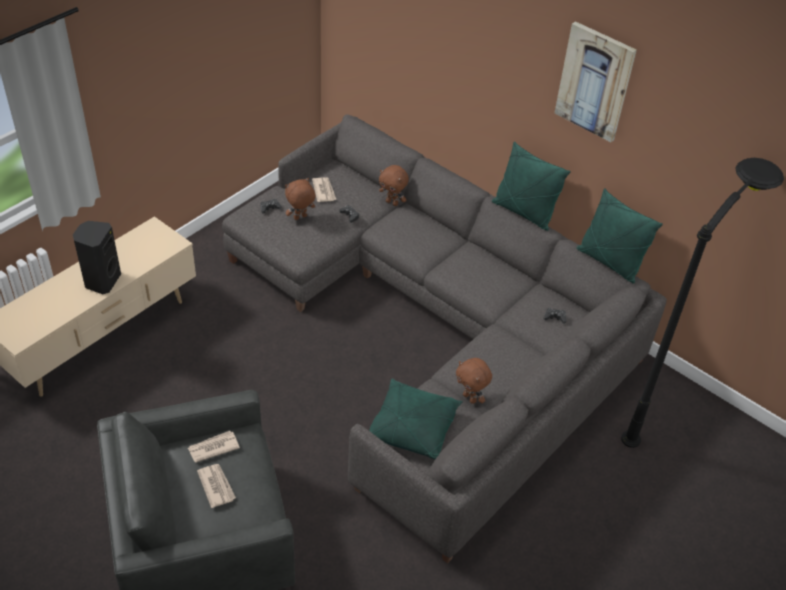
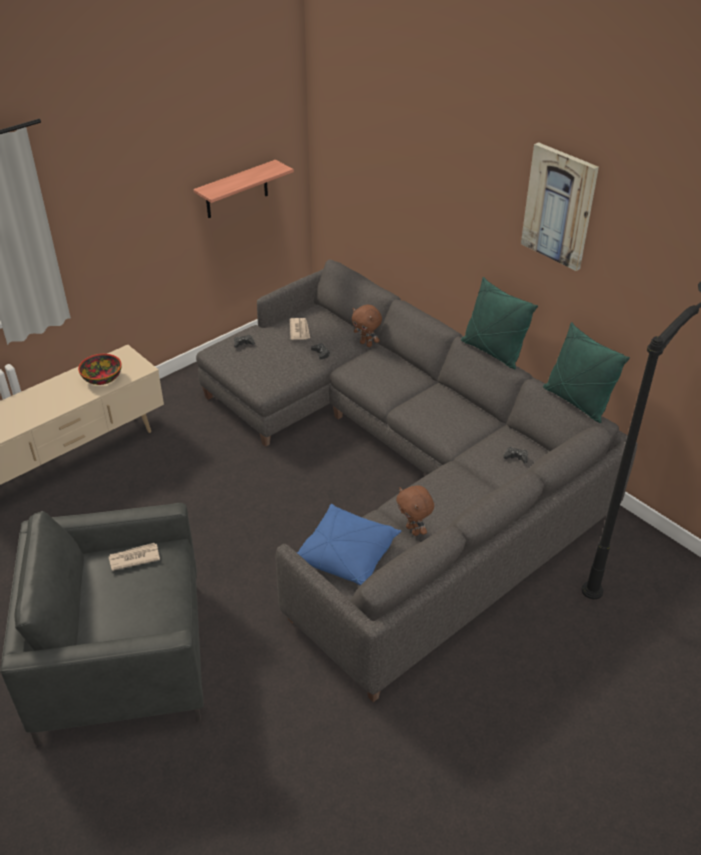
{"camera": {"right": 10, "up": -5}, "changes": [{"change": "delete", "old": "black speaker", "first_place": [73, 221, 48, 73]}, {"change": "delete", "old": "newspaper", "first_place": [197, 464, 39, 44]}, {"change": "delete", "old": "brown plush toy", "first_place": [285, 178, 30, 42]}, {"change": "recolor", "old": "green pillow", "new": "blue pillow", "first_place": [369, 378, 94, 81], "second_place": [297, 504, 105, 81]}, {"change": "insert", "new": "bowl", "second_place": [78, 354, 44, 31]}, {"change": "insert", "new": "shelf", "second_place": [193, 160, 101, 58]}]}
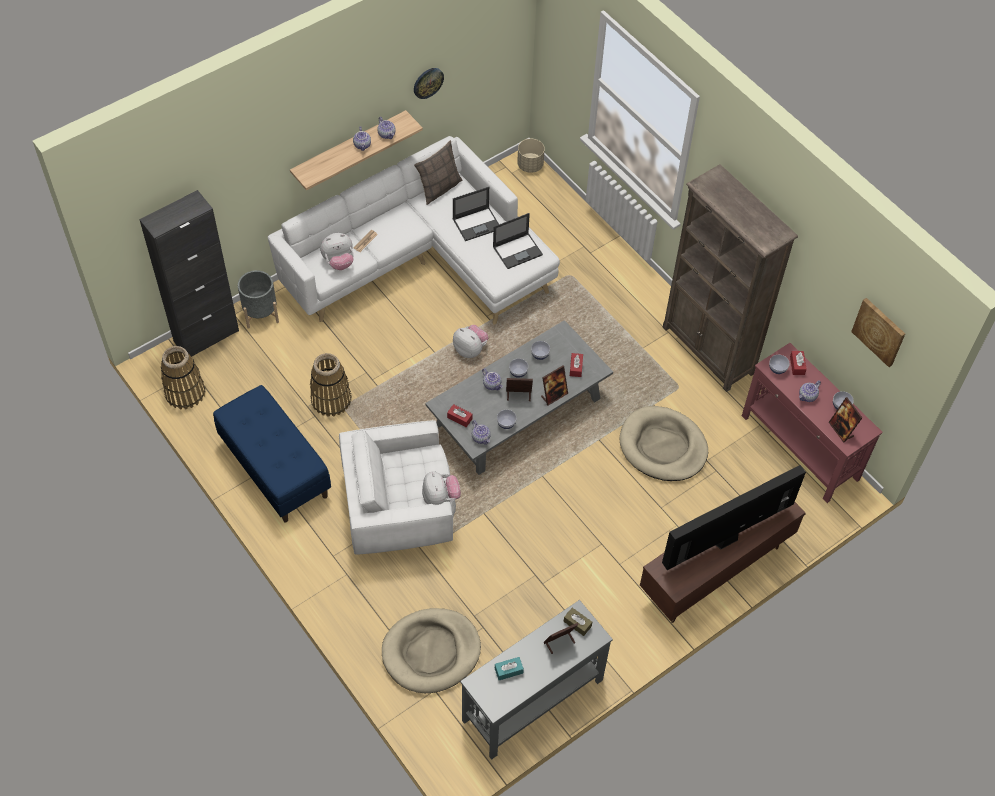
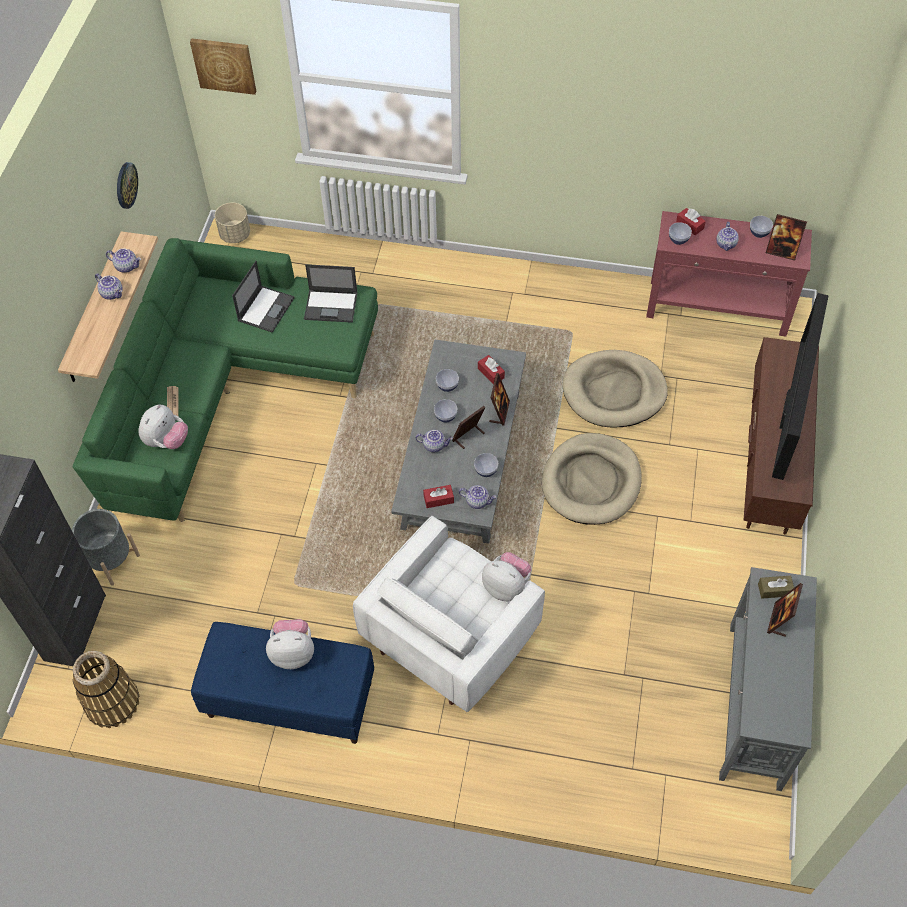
{"camera": {"right": -40, "up": 0}, "changes": [{"change": "recolor", "old": "white sofa", "new": "green sofa", "first_place": [268, 136, 292, 189], "second_place": [73, 238, 305, 284]}, {"change": "delete", "old": "basket", "first_place": [310, 353, 41, 64]}, {"change": "move", "old": "beige dog bed", "first_place": [382, 608, 99, 85], "second_place": [542, 433, 99, 92]}, {"change": "delete", "old": "pillow", "first_place": [414, 140, 49, 65]}, {"change": "move", "old": "plush toy", "first_place": [453, 325, 36, 33], "second_place": [266, 619, 48, 50]}, {"change": "rotate", "old": "laptop", "first_place": [493, 213, 50, 56], "second_place": [304, 264, 54, 59], "degrees": 75}, {"change": "delete", "old": "turquoise tissue box", "first_place": [495, 657, 29, 23]}, {"change": "delete", "old": "brown bookcase", "first_place": [663, 164, 135, 228]}, {"change": "move", "old": "picture", "first_place": [851, 298, 54, 69], "second_place": [190, 38, 66, 57]}]}
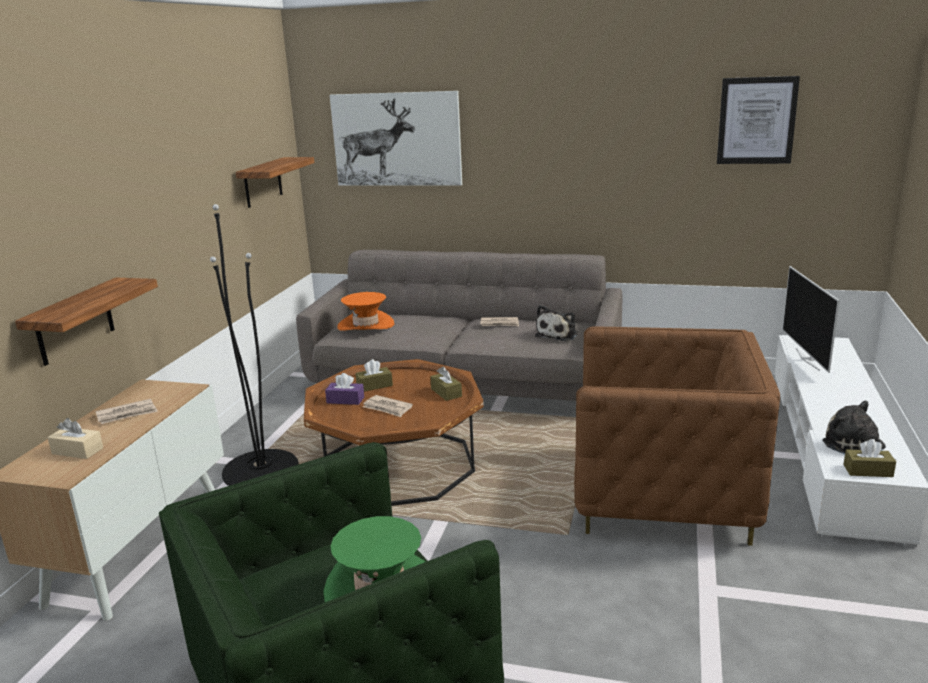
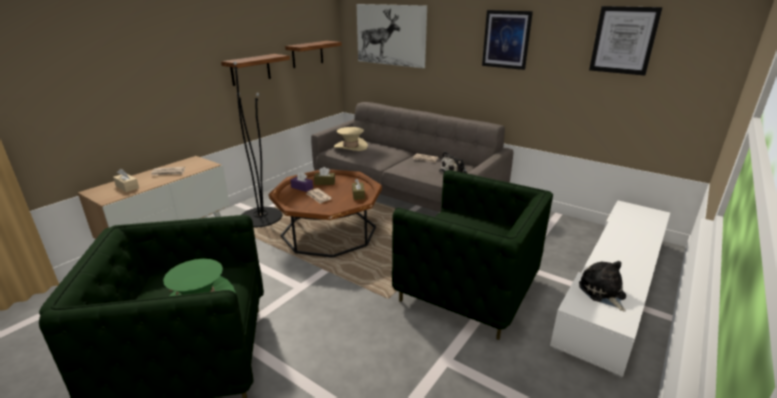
{"camera": {"right": 20, "up": 5}, "changes": [{"change": "move", "old": "shelf", "first_place": [15, 278, 143, 88], "second_place": [221, 54, 69, 32]}, {"change": "recolor", "old": "orange hat", "new": "beige hat", "first_place": [337, 292, 58, 39], "second_place": [334, 127, 34, 24]}, {"change": "recolor", "old": "brown armchair", "new": "green armchair", "first_place": [574, 326, 206, 220], "second_place": [392, 170, 161, 170]}, {"change": "delete", "old": "television", "first_place": [782, 266, 58, 107]}, {"change": "delete", "old": "brown tissue box", "first_place": [844, 439, 52, 38]}, {"change": "insert", "new": "picture", "second_place": [482, 10, 51, 60]}]}
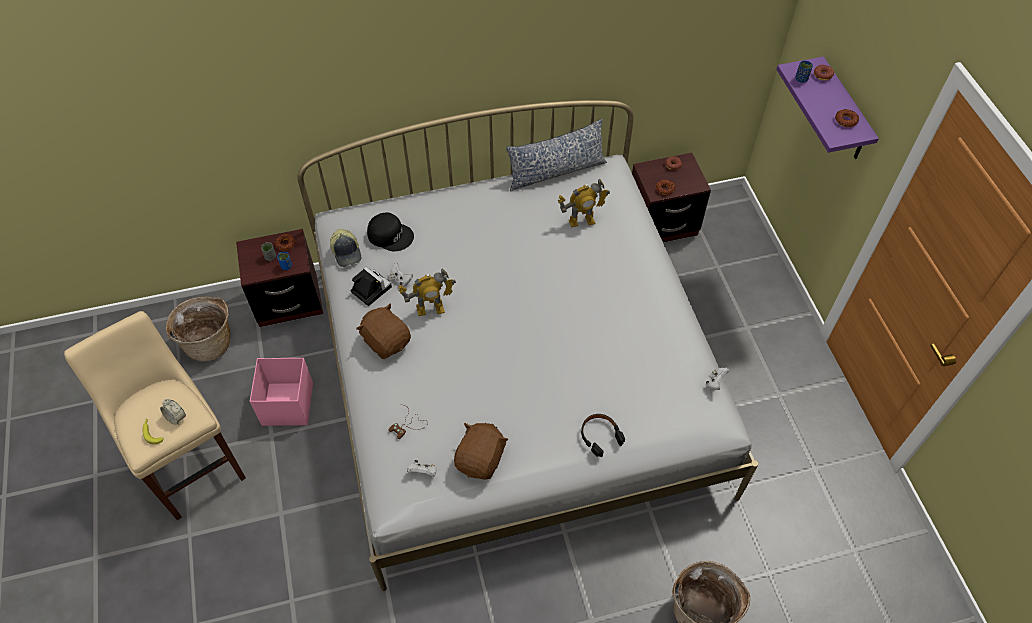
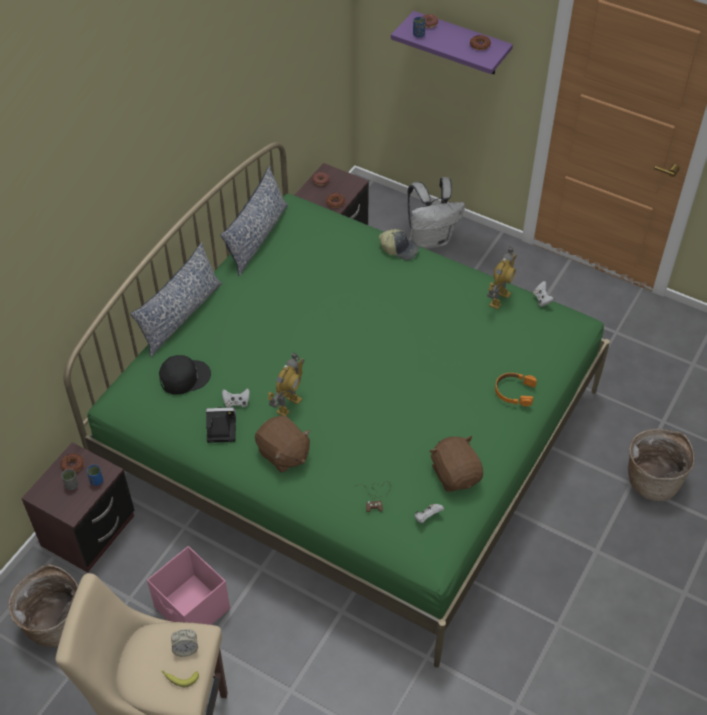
{"camera": {"right": -45, "up": -5}, "changes": [{"change": "recolor", "old": "white bed", "new": "green bed", "first_place": [298, 100, 460, 491], "second_place": [64, 142, 546, 526]}, {"change": "move", "old": "cap", "first_place": [330, 229, 31, 38], "second_place": [379, 229, 40, 31]}, {"change": "rotate", "old": "brown plush toy", "first_place": [356, 303, 55, 56], "second_place": [255, 415, 56, 58], "degrees": -135}, {"change": "move", "old": "toy robot", "first_place": [558, 179, 52, 48], "second_place": [487, 247, 30, 62]}, {"change": "recolor", "old": "black headphones", "new": "orange headphones", "first_place": [581, 414, 44, 43], "second_place": [495, 373, 42, 33]}, {"change": "insert", "new": "pillow", "second_place": [131, 242, 91, 115]}, {"change": "insert", "new": "white backpack", "second_place": [407, 177, 58, 72]}]}
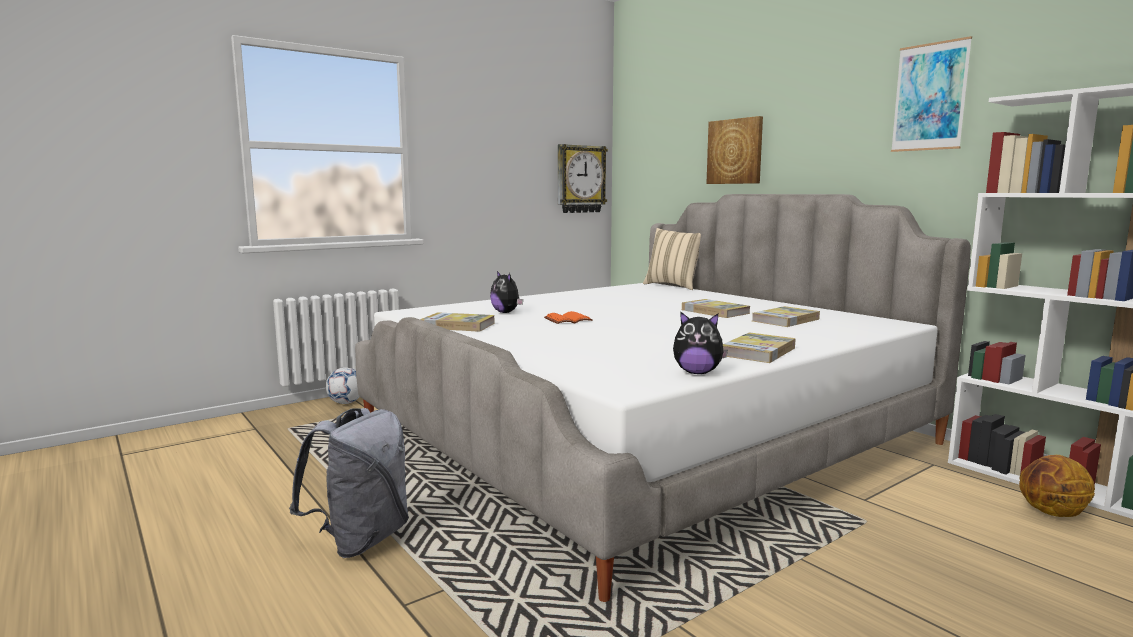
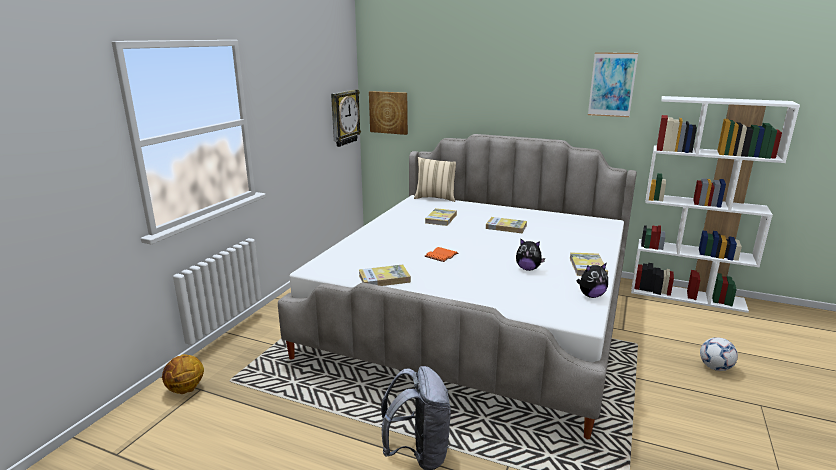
{"camera": {"right": -30, "up": 10}, "changes": [{"change": "move", "old": "football", "first_place": [326, 367, 33, 37], "second_place": [700, 337, 38, 34]}, {"change": "move", "old": "plush toy", "first_place": [490, 271, 33, 42], "second_place": [516, 238, 29, 33]}, {"change": "move", "old": "picture", "first_place": [706, 116, 57, 68], "second_place": [369, 91, 39, 44]}, {"change": "move", "old": "book", "first_place": [752, 306, 68, 21], "second_place": [425, 208, 32, 18]}, {"change": "move", "old": "basketball", "first_place": [1019, 455, 76, 62], "second_place": [162, 354, 42, 40]}]}
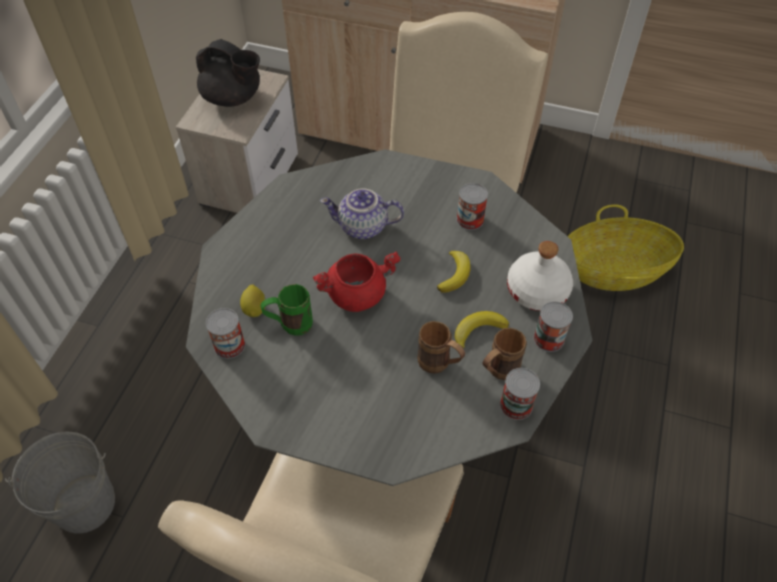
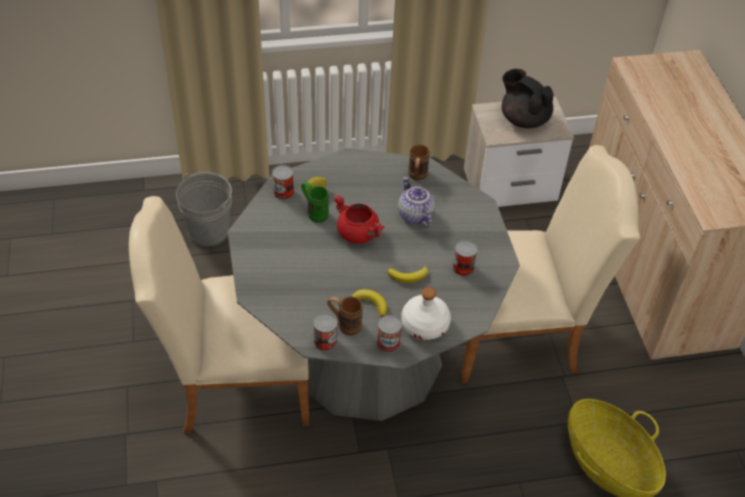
{"camera": {"right": 60, "up": -5}, "changes": [{"change": "rotate", "old": "black teapot", "first_place": [196, 39, 64, 68], "second_place": [502, 69, 52, 59], "degrees": 135}, {"change": "move", "old": "brown mug", "first_place": [418, 321, 47, 53], "second_place": [408, 145, 22, 35]}]}
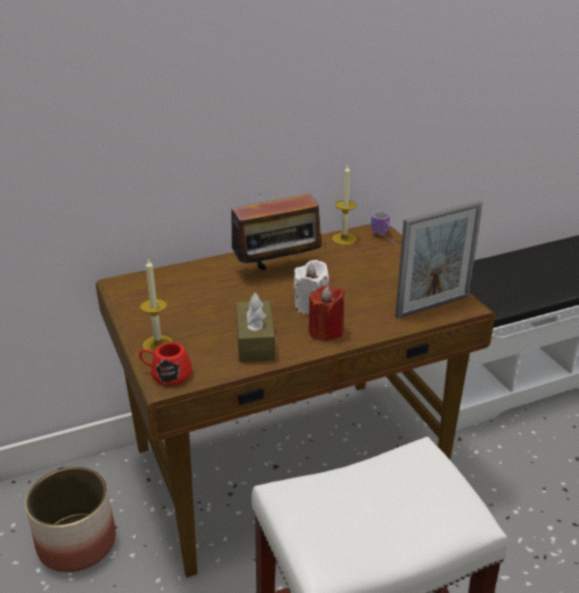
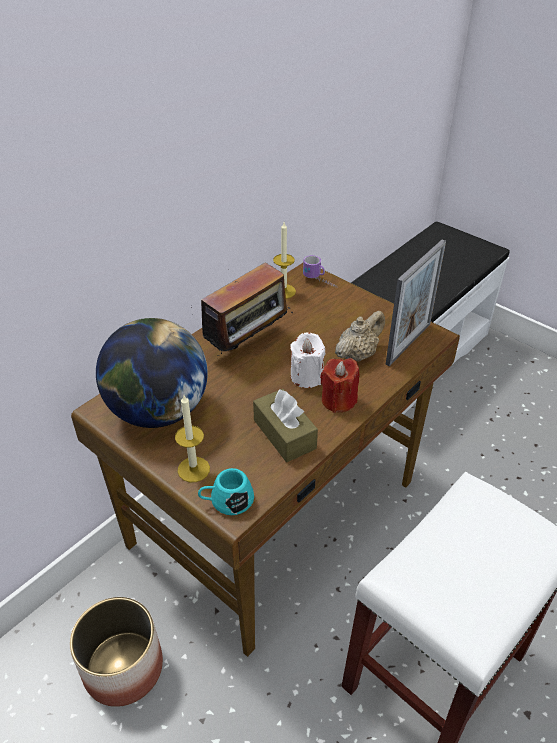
{"camera": {"right": -25, "up": 10}, "changes": [{"change": "recolor", "old": "red mug", "new": "turquoise mug", "first_place": [139, 342, 53, 44], "second_place": [198, 468, 56, 47]}, {"change": "insert", "new": "globe", "second_place": [96, 318, 112, 110]}, {"change": "insert", "new": "beige teapot", "second_place": [335, 311, 50, 51]}]}
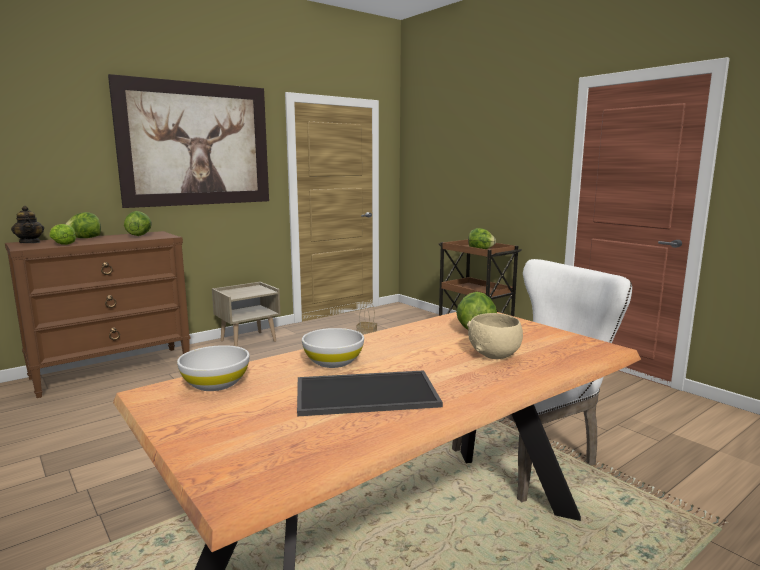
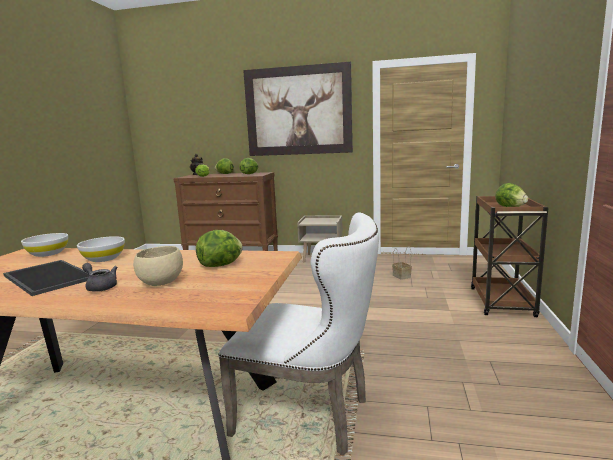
{"camera": {"right": 50, "up": 0}, "changes": [{"change": "insert", "new": "grey teapot", "second_place": [82, 263, 35, 29]}]}
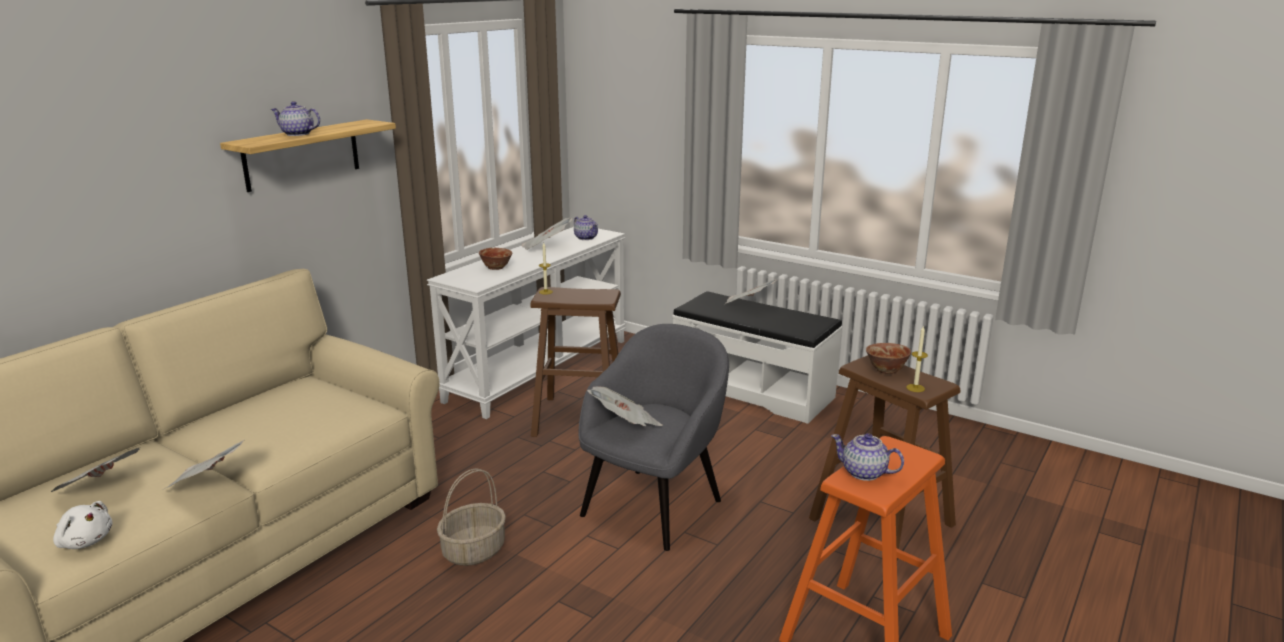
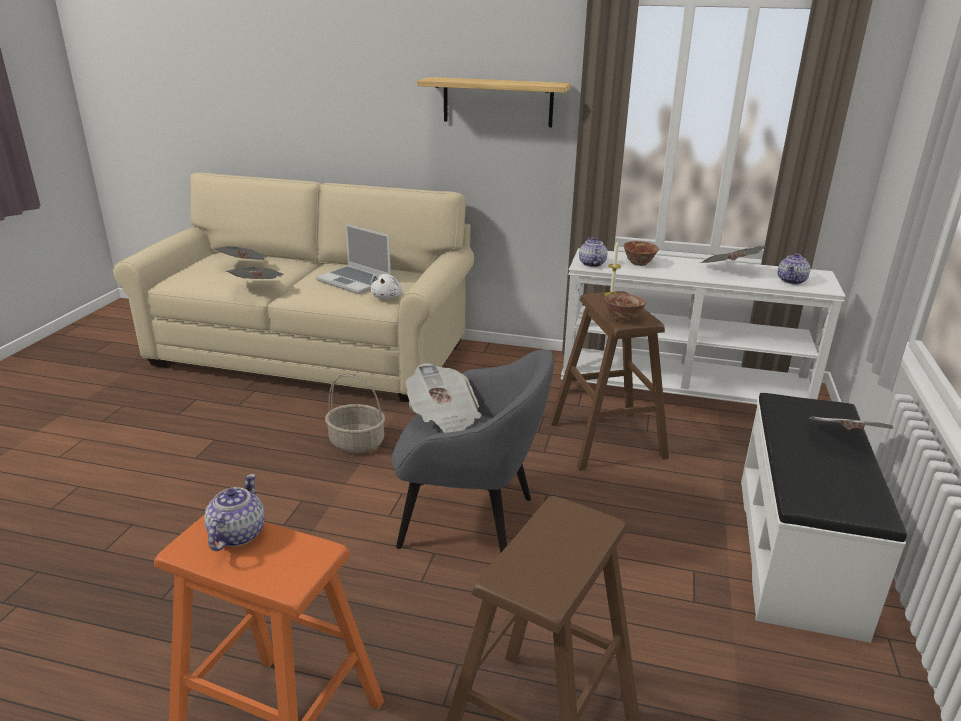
{"camera": {"right": 70, "up": 5}, "changes": [{"change": "move", "old": "white plush toy", "first_place": [53, 501, 59, 48], "second_place": [371, 274, 32, 25]}, {"change": "move", "old": "teapot", "first_place": [271, 101, 49, 35], "second_place": [579, 237, 29, 30]}, {"change": "move", "old": "bowl", "first_place": [866, 343, 45, 31], "second_place": [604, 293, 43, 29]}, {"change": "delete", "old": "candle", "first_place": [906, 325, 22, 67]}, {"change": "insert", "new": "laptop", "second_place": [316, 224, 75, 70]}]}
